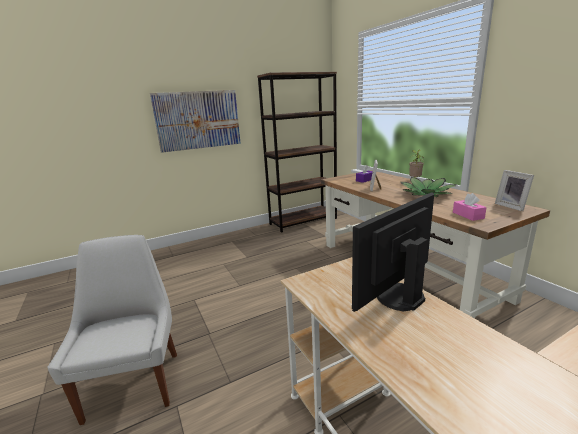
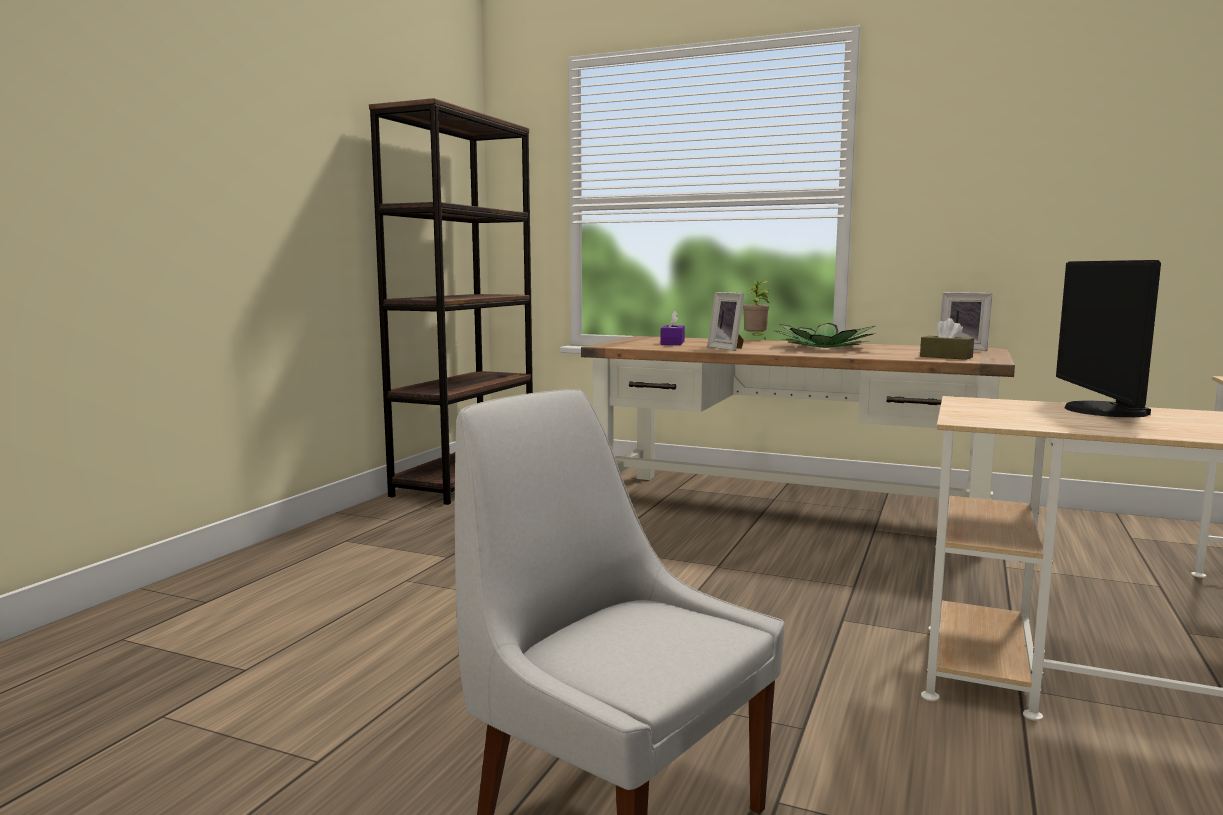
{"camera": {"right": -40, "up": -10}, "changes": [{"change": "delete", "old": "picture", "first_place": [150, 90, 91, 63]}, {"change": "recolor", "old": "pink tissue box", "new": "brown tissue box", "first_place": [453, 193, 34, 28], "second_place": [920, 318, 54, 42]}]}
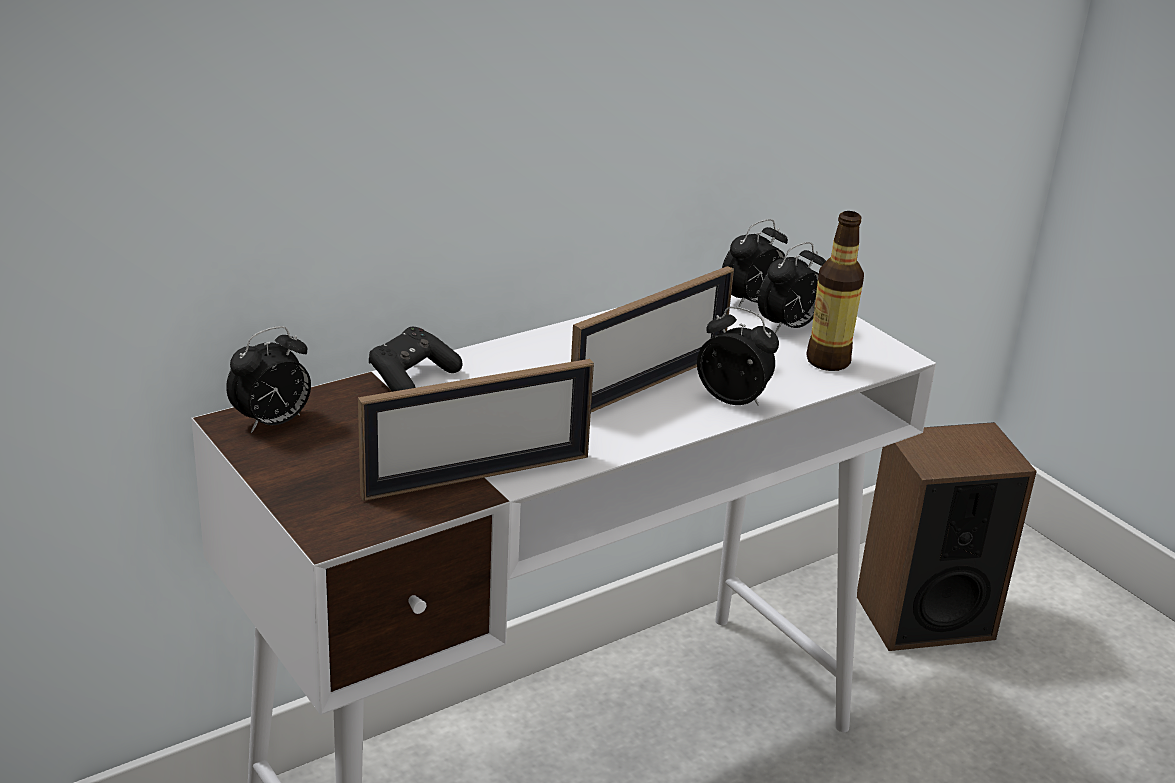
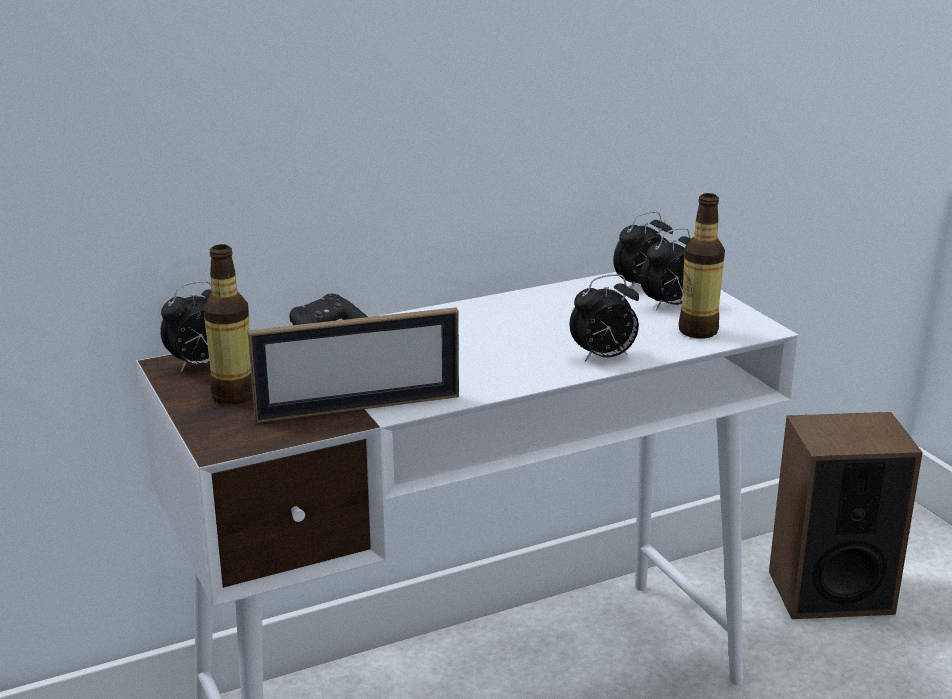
{"camera": {"right": 10, "up": -5}, "changes": [{"change": "delete", "old": "picture frame", "first_place": [571, 266, 163, 146]}, {"change": "rotate", "old": "alarm clock", "first_place": [697, 306, 82, 100], "second_place": [569, 274, 70, 88], "degrees": 120}, {"change": "insert", "new": "bottle", "second_place": [203, 244, 50, 160]}]}
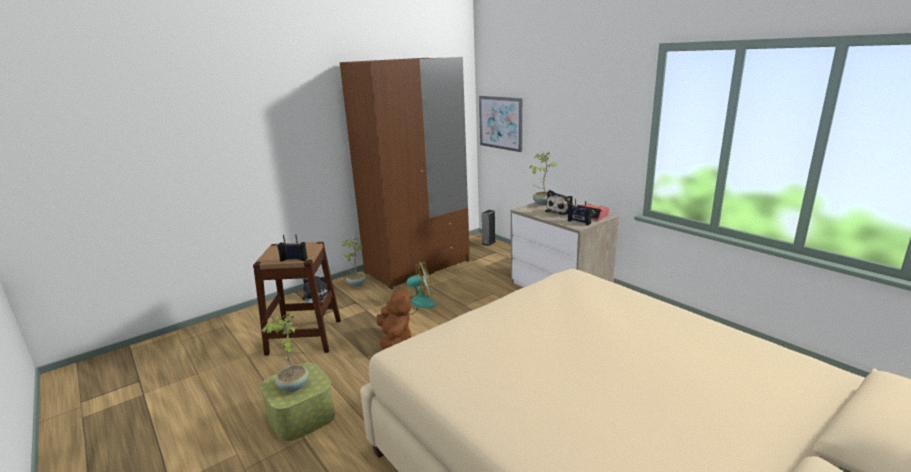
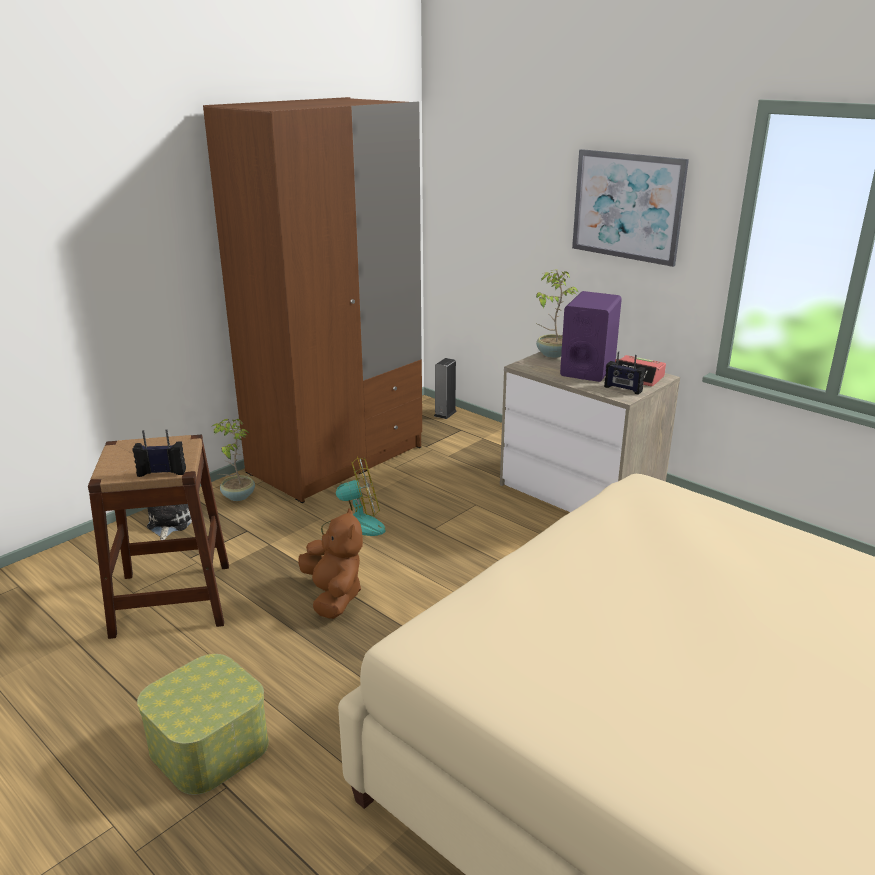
{"camera": {"right": -10, "up": 5}, "changes": [{"change": "delete", "old": "potted plant", "first_place": [261, 314, 48, 78]}, {"change": "move", "old": "picture", "first_place": [479, 96, 43, 56], "second_place": [572, 149, 117, 118]}, {"change": "replace", "old": "plush toy", "new": "purple speaker", "first_place": [545, 190, 28, 25], "second_place": [560, 291, 62, 91]}]}
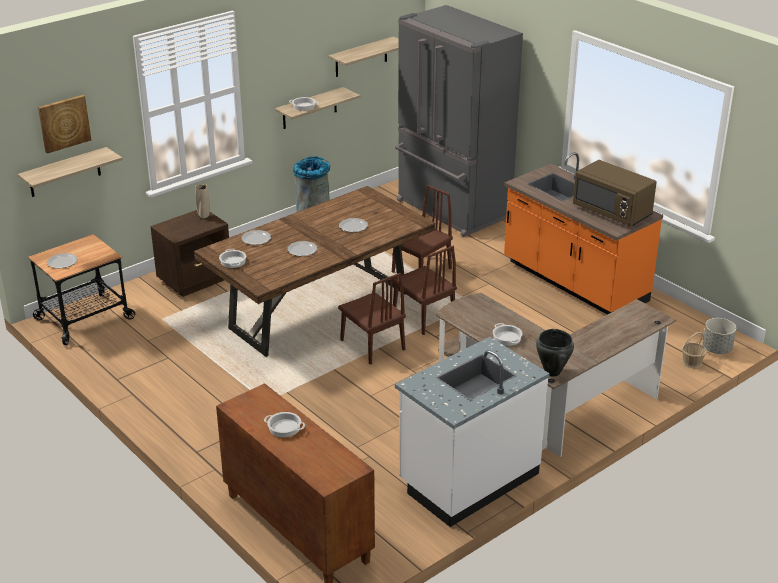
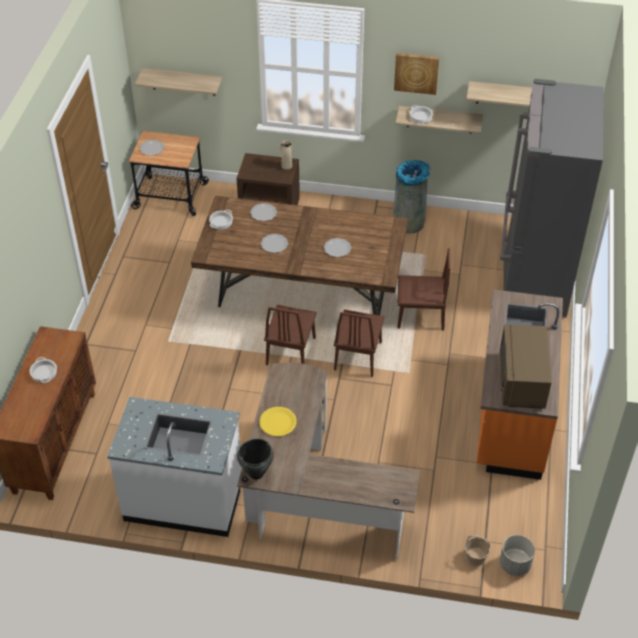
{"camera": {"right": 50, "up": 15}, "changes": [{"change": "move", "old": "picture", "first_place": [38, 95, 53, 59], "second_place": [394, 53, 45, 42]}, {"change": "replace", "old": "cooking pot", "new": "yellow plate", "first_place": [493, 323, 29, 23], "second_place": [259, 407, 38, 29]}]}
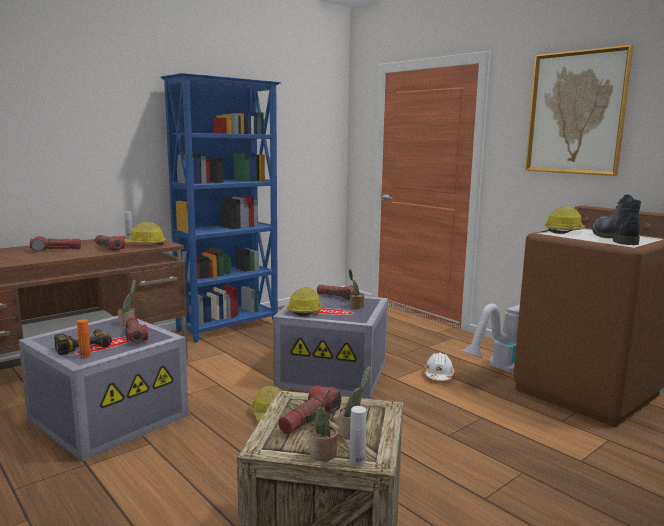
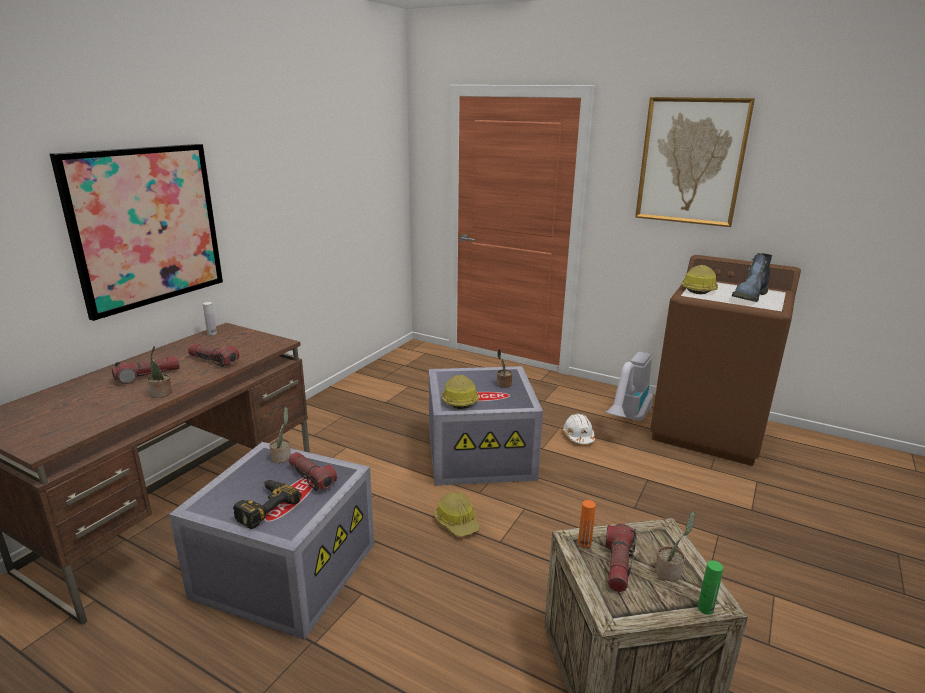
{"camera": {"right": -20, "up": 10}, "changes": [{"change": "move", "old": "orange bottle", "first_place": [77, 319, 14, 40], "second_place": [578, 500, 18, 48]}, {"change": "delete", "old": "hard hat", "first_place": [124, 222, 42, 24]}, {"change": "delete", "old": "blue bookcase", "first_place": [161, 73, 120, 270]}, {"change": "move", "old": "potted plant", "first_place": [309, 389, 29, 72], "second_place": [147, 346, 25, 52]}, {"change": "delete", "old": "flashlight", "first_place": [317, 285, 37, 15]}, {"change": "recolor", "old": "white bottle", "new": "green bottle", "first_place": [349, 406, 17, 60], "second_place": [698, 560, 25, 55]}, {"change": "rotate", "old": "boot", "first_place": [592, 194, 49, 51], "second_place": [732, 253, 40, 49], "degrees": -120}, {"change": "insert", "new": "picture", "second_place": [50, 144, 173, 177]}]}
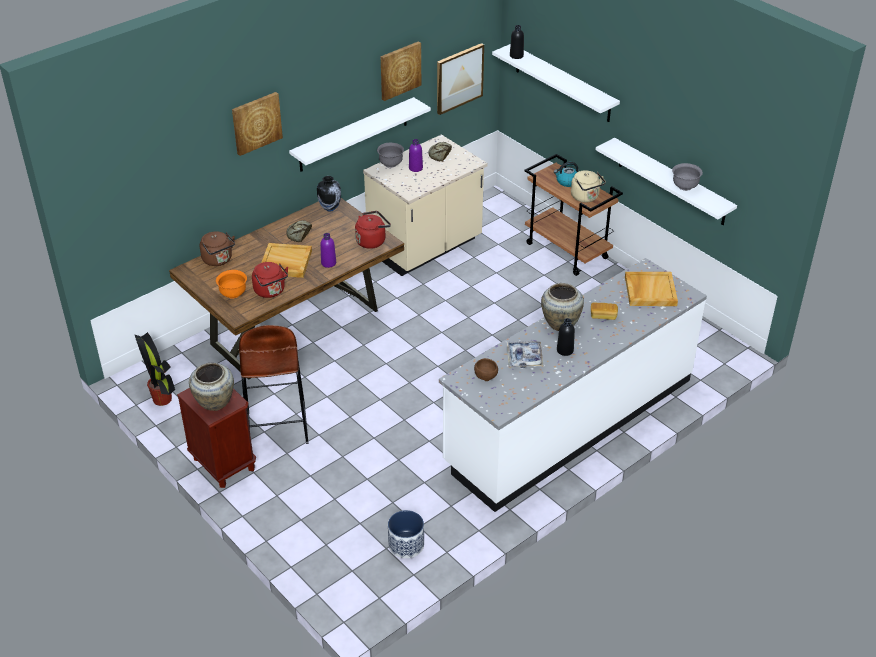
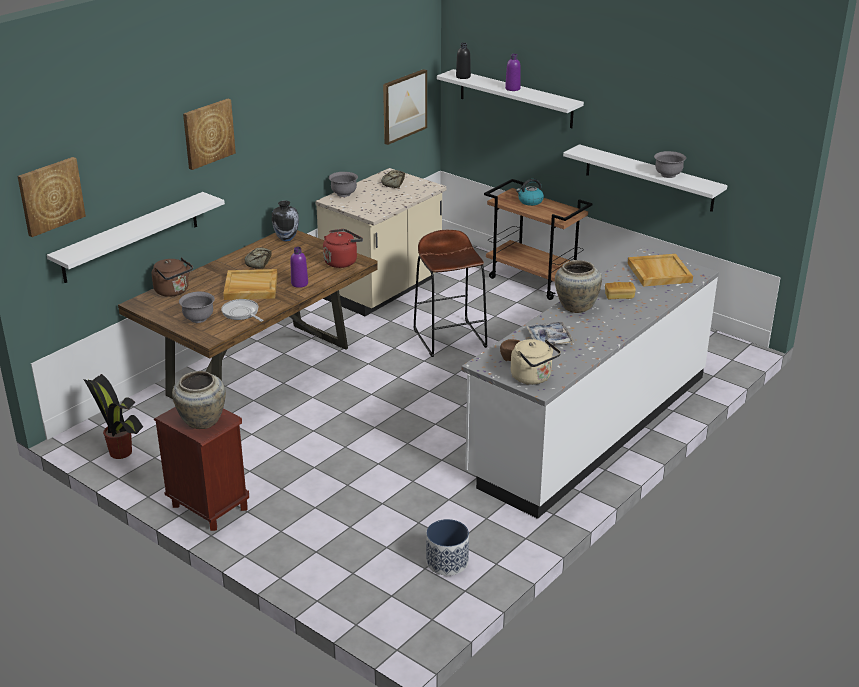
{"camera": {"right": -10, "up": -10}, "changes": [{"change": "recolor", "old": "orange bowl", "new": "grey bowl", "first_place": [216, 270, 31, 28], "second_place": [179, 292, 36, 31]}, {"change": "move", "old": "brown stool", "first_place": [239, 325, 70, 119], "second_place": [413, 230, 75, 127]}, {"change": "replace", "old": "red kettle", "new": "frying pan", "first_place": [252, 262, 36, 36], "second_place": [221, 299, 42, 23]}, {"change": "move", "old": "white shelf", "first_place": [289, 97, 142, 75], "second_place": [47, 192, 178, 91]}, {"change": "move", "old": "picture", "first_place": [381, 41, 40, 60], "second_place": [18, 157, 68, 80]}, {"change": "move", "old": "purple bottle", "first_place": [409, 139, 14, 33], "second_place": [505, 54, 16, 37]}, {"change": "delete", "old": "black bottle", "first_place": [557, 318, 18, 38]}, {"change": "move", "old": "beige kettle", "first_place": [571, 171, 35, 31], "second_place": [511, 339, 50, 46]}]}
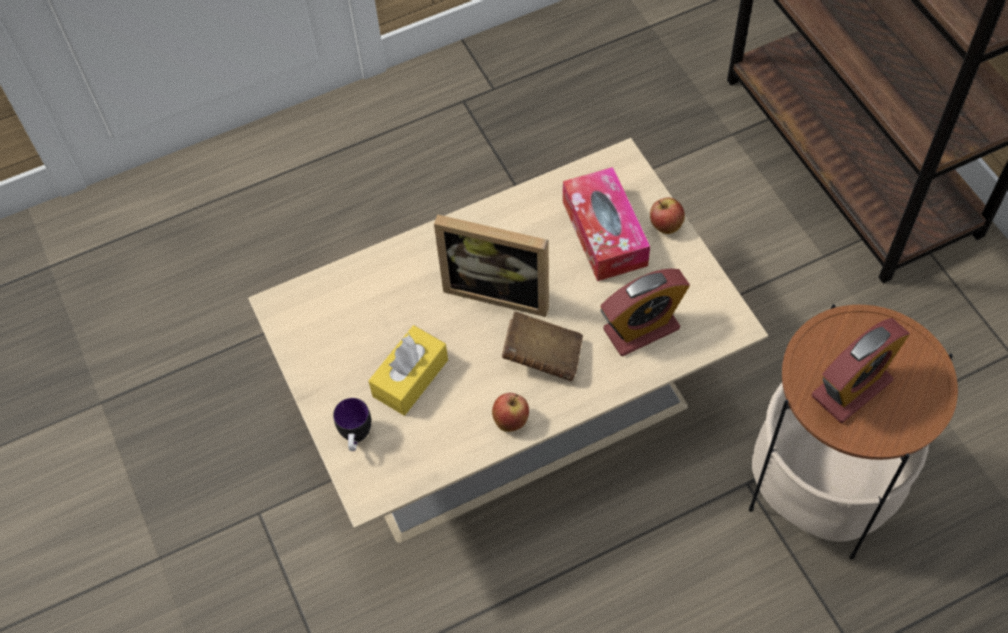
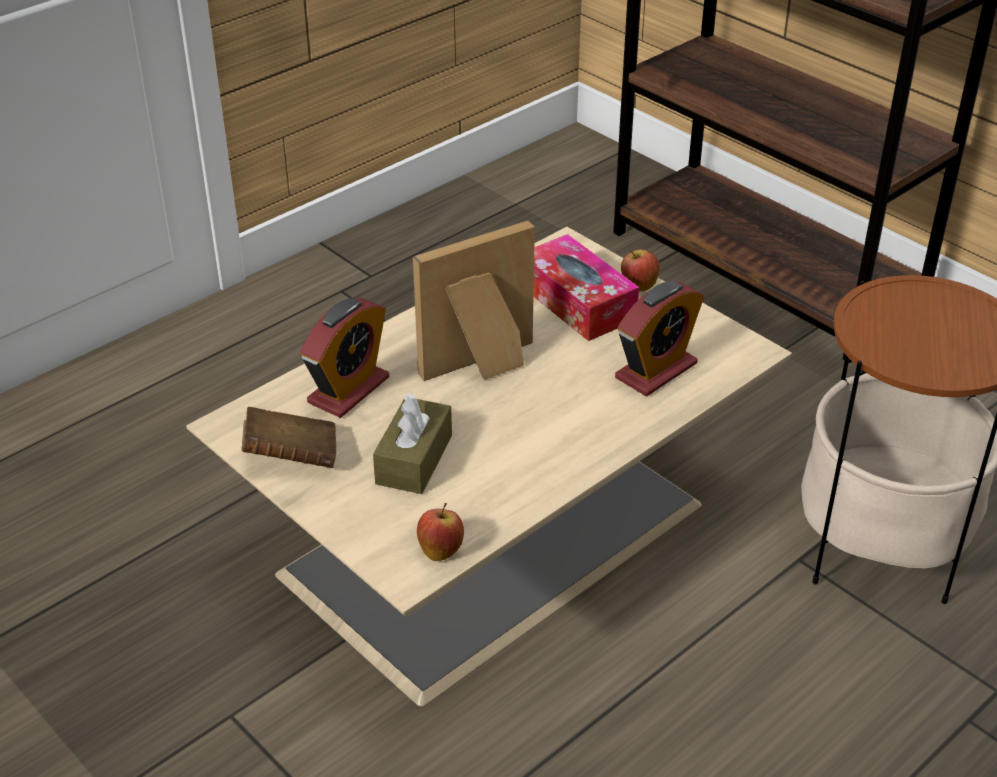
{"camera": {"right": -20, "up": -20}, "changes": [{"change": "delete", "old": "mug", "first_place": [333, 398, 38, 53]}, {"change": "recolor", "old": "yellow tissue box", "new": "brown tissue box", "first_place": [369, 325, 79, 91], "second_place": [373, 394, 79, 100]}, {"change": "rotate", "old": "picture frame", "first_place": [434, 215, 115, 102], "second_place": [413, 221, 122, 160], "degrees": 150}, {"change": "move", "old": "apple", "first_place": [492, 393, 37, 39], "second_place": [417, 503, 47, 58]}, {"change": "move", "old": "brown book", "first_place": [502, 311, 81, 70], "second_place": [242, 407, 94, 61]}, {"change": "move", "old": "alarm clock", "first_place": [812, 318, 98, 105], "second_place": [300, 298, 89, 120]}]}
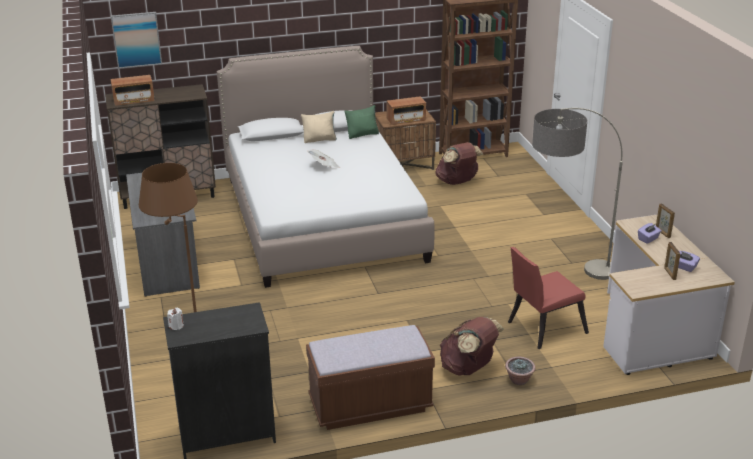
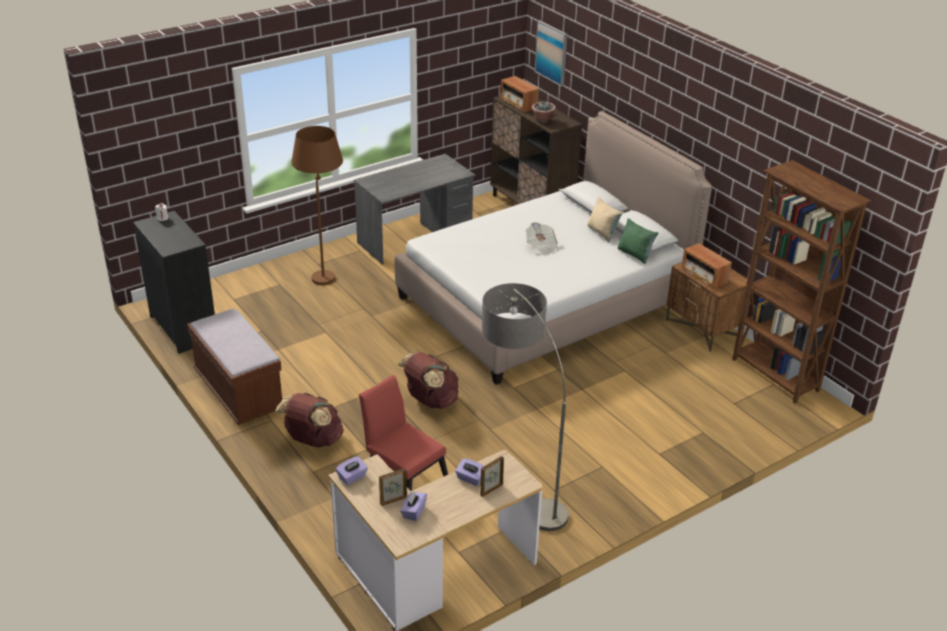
{"camera": {"right": 70, "up": 5}, "changes": [{"change": "move", "old": "brown backpack", "first_place": [435, 142, 49, 43], "second_place": [397, 352, 62, 57]}, {"change": "move", "old": "potted plant", "first_place": [505, 357, 31, 28], "second_place": [532, 102, 24, 21]}, {"change": "insert", "new": "purple tissue box", "second_place": [336, 456, 32, 29]}]}
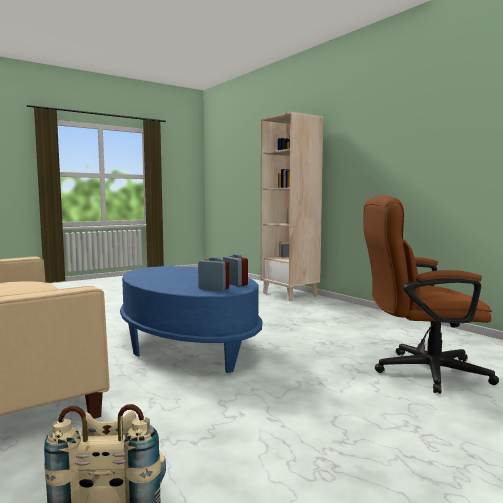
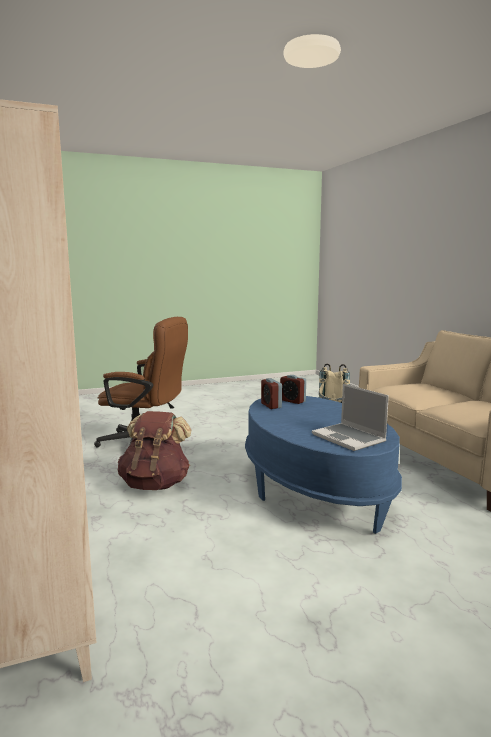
{"camera": {"right": -165, "up": 5}, "changes": [{"change": "insert", "new": "brown backpack", "second_place": [118, 411, 73, 79]}, {"change": "insert", "new": "laptop", "second_place": [312, 384, 77, 67]}]}
